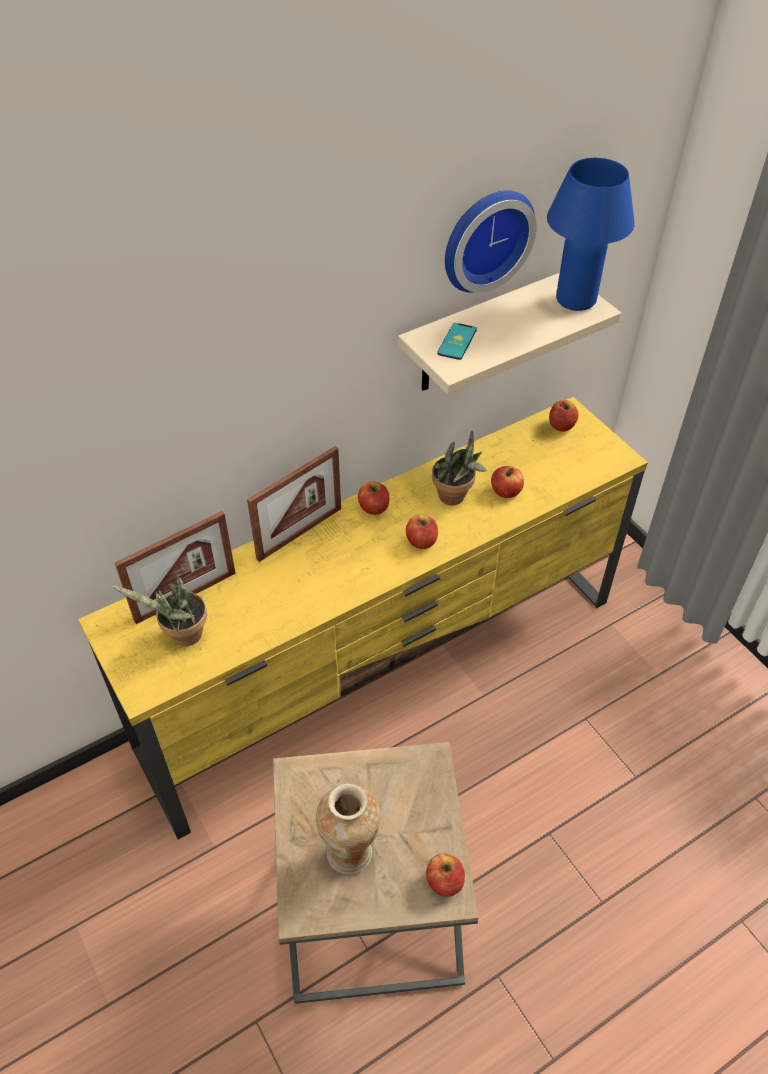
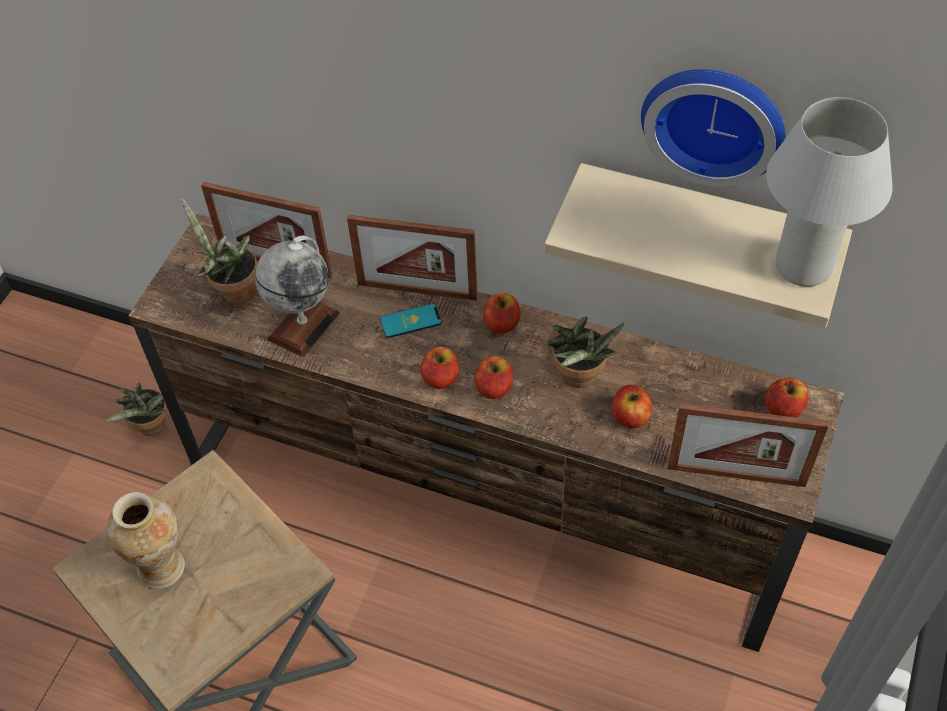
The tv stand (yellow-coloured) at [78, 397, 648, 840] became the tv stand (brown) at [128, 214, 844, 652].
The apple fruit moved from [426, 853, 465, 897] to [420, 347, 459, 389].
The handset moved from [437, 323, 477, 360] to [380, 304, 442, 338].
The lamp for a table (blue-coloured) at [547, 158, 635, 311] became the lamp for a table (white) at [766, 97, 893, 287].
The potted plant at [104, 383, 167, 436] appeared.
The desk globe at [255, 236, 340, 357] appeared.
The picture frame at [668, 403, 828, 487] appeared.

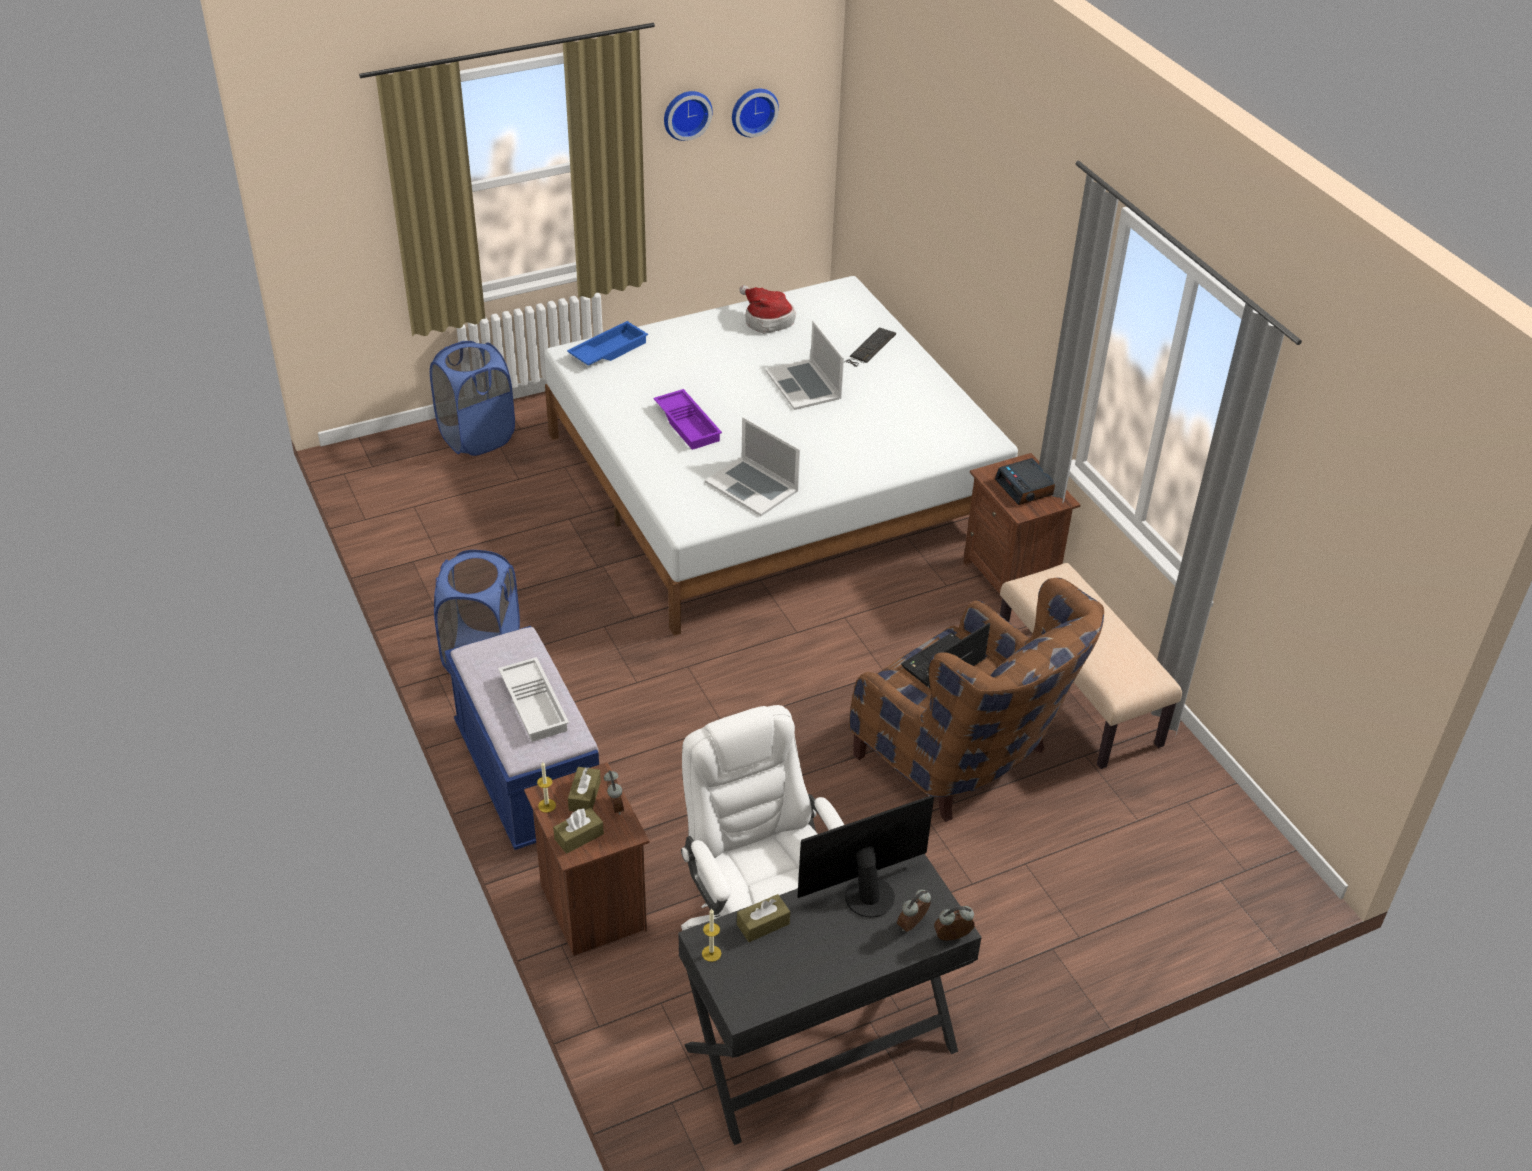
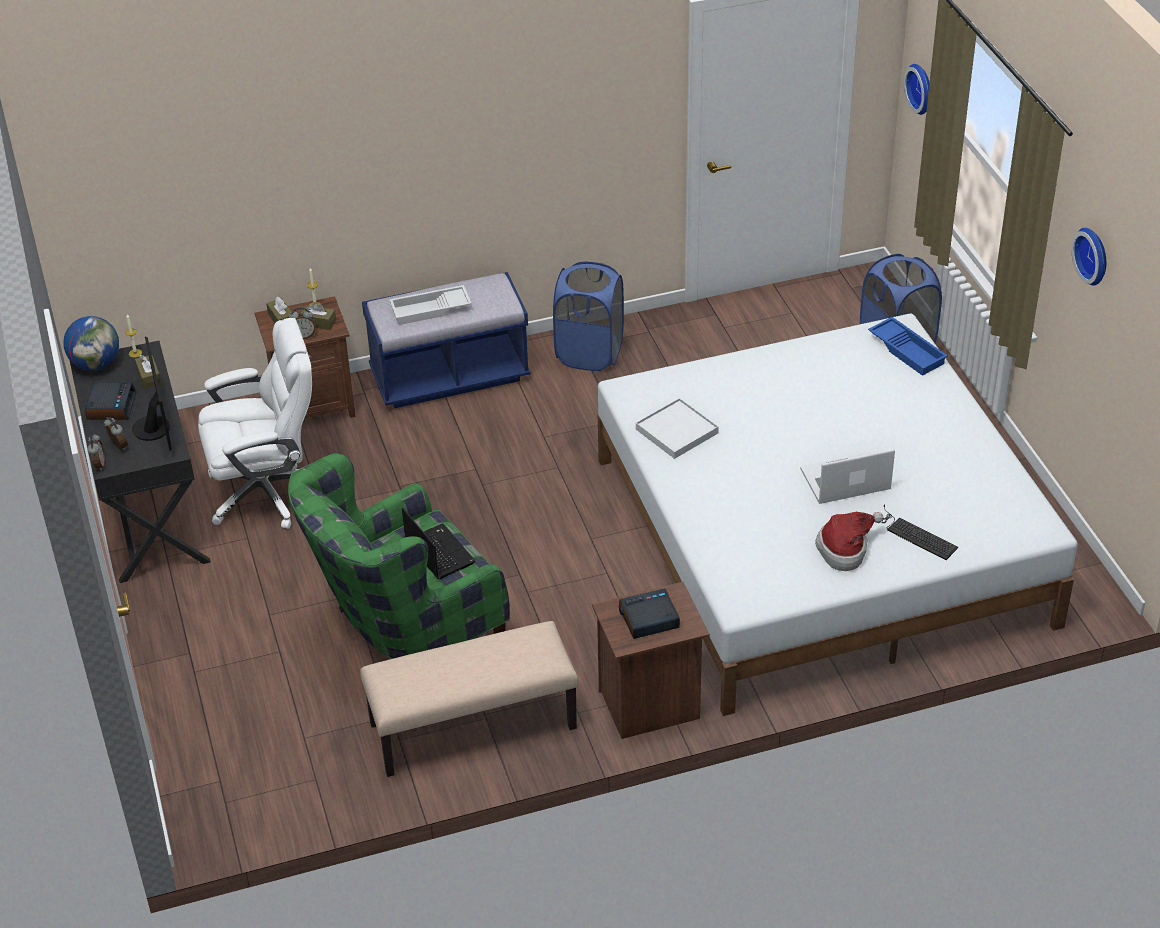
The tray (purple) at [653, 389, 722, 450] disappeared.
The laptop at [705, 417, 800, 516] was replaced by the tray (white) at [636, 398, 719, 459].
The wall clock moved from [732, 89, 779, 137] to [904, 64, 930, 115].
The wearable hat moved from [739, 285, 796, 334] to [815, 512, 884, 571].
The easy chair (brown) at [849, 578, 1104, 822] became the easy chair (greenish) at [288, 453, 510, 659].
The desk globe at [63, 316, 119, 371] appeared.
The table clock at [85, 381, 137, 420] appeared.

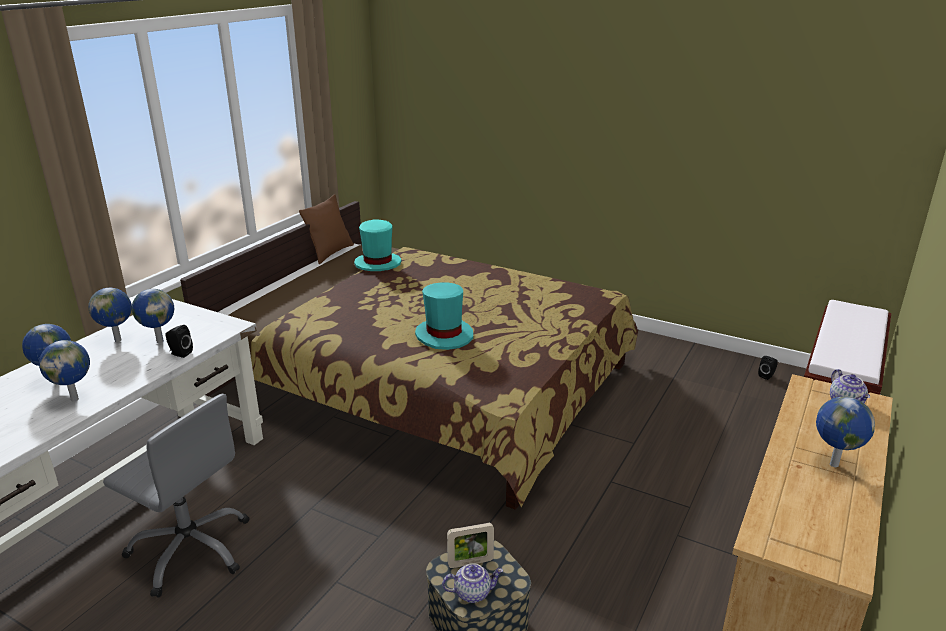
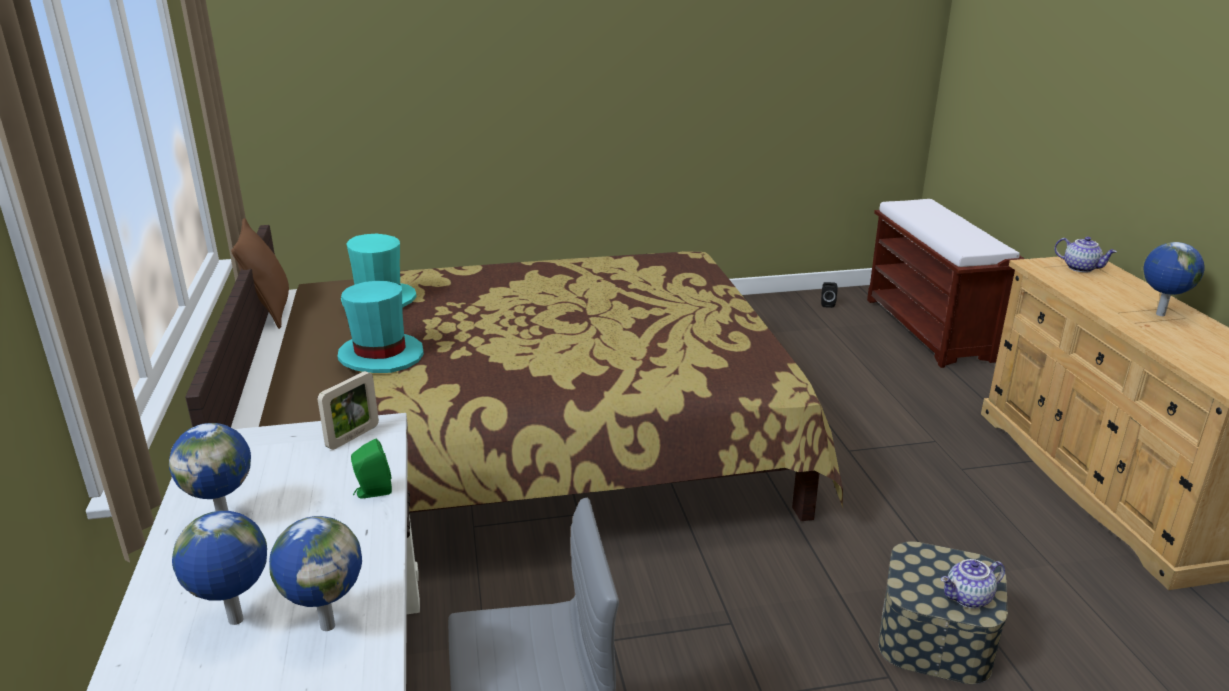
The desk globe at [132, 289, 174, 343] disappeared.
The audio speaker (black) at [165, 325, 193, 358] became the audio speaker (greenish) at [351, 438, 392, 498].
The wearable hat (turquoise-coloured) moved from [415, 282, 474, 350] to [338, 281, 424, 373].
The pot for tea at [442, 563, 503, 603] turned 150 degrees counterclockwise.
The picture frame moved from [447, 523, 494, 568] to [318, 371, 379, 450].

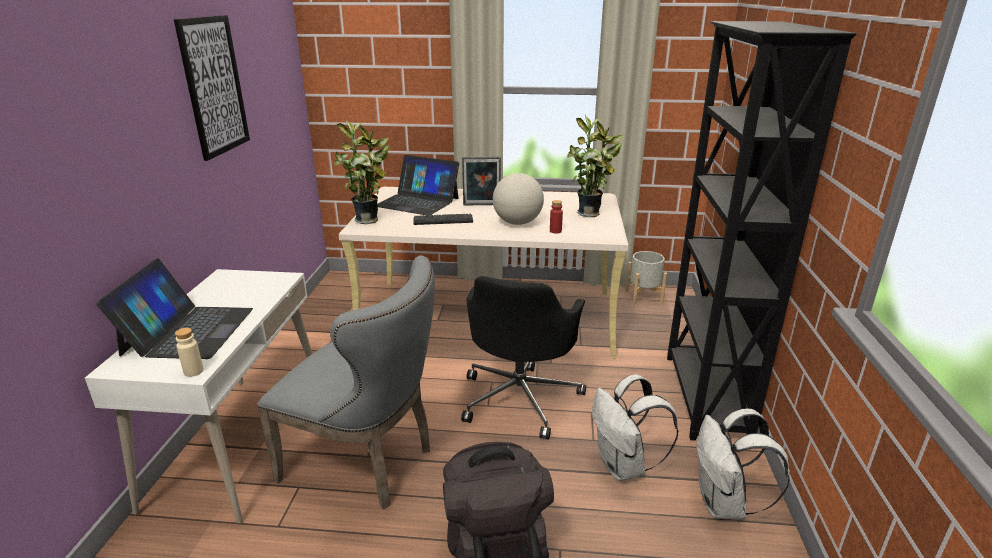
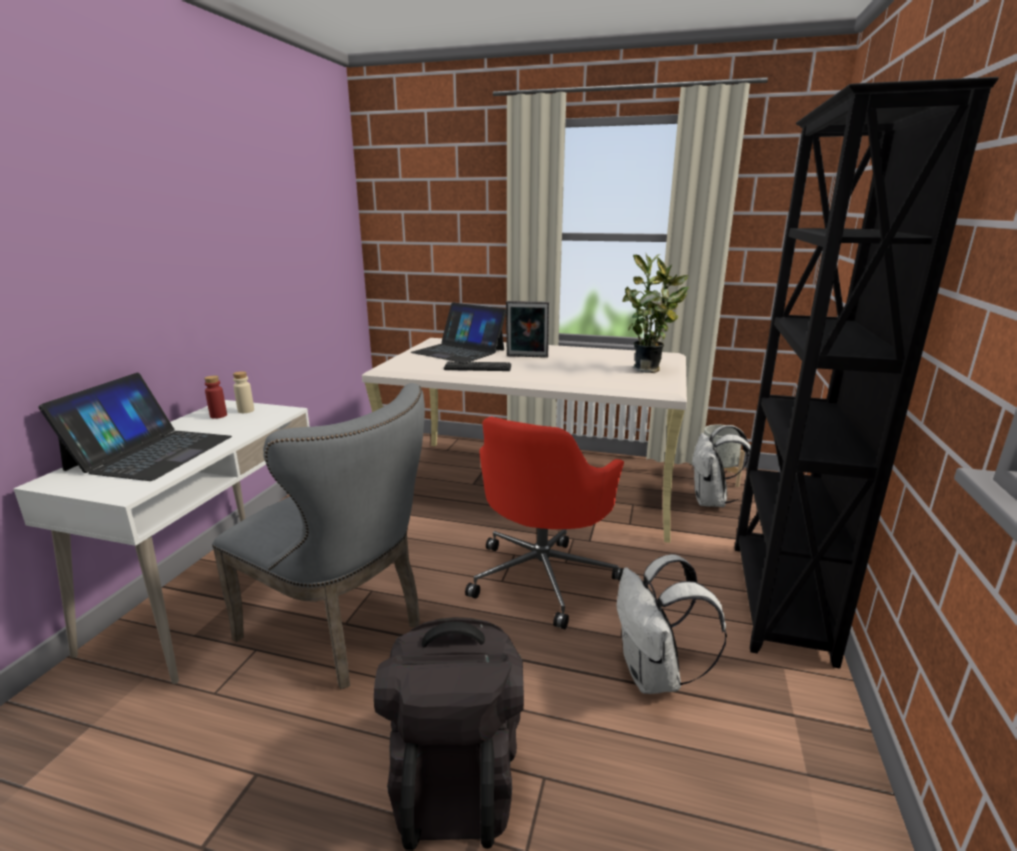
The picture at [174, 15, 250, 161] disappeared.
The beverage bottle (beige-coloured) moved from [175, 328, 204, 377] to [233, 371, 254, 413].
The potted plant at [334, 120, 389, 224] disappeared.
The computer chair (black) at [461, 276, 586, 440] became the computer chair (reddish) at [465, 417, 624, 629].
The desk globe at [493, 173, 544, 225] disappeared.
The beverage bottle (reddish) moved from [550, 200, 563, 234] to [204, 375, 227, 419].
The knapsack (white) moved from [697, 408, 790, 519] to [692, 425, 751, 507].

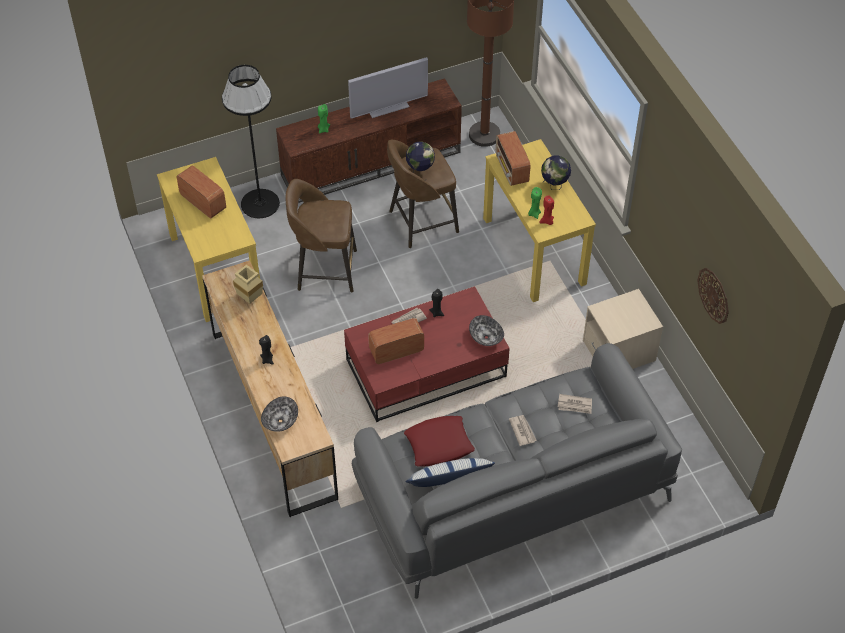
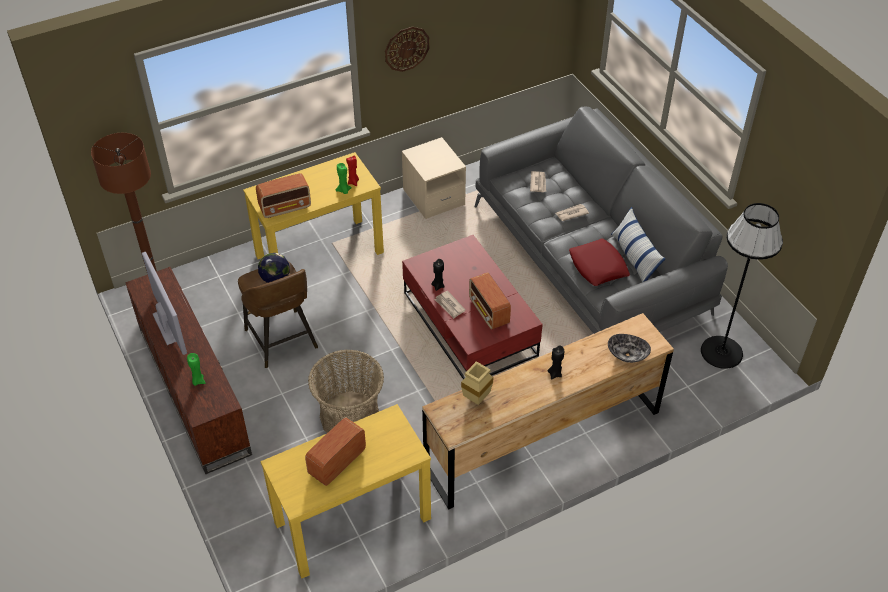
The standing lamp (black) moved from [222, 65, 280, 218] to [701, 203, 783, 369].
The stool seat (brown) at [286, 179, 357, 292] was replaced by the household basket at [308, 350, 384, 433].
The deep dish at [469, 315, 504, 346] disappeared.
The desk globe at [541, 155, 571, 190] disappeared.
The wall clock moved from [697, 268, 729, 324] to [385, 27, 430, 72].

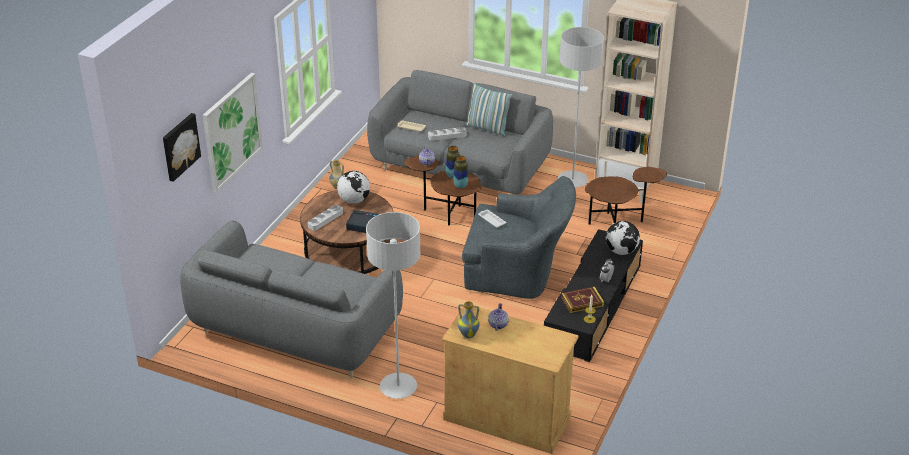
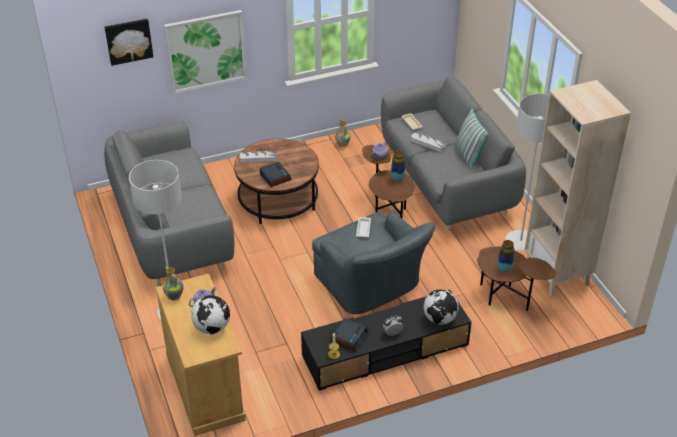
The desk globe moved from [337, 171, 370, 204] to [191, 295, 230, 334].
The flower vase moved from [453, 156, 468, 189] to [497, 240, 514, 273].
The bound book at [561, 286, 604, 313] was replaced by the table clock at [331, 318, 368, 351].

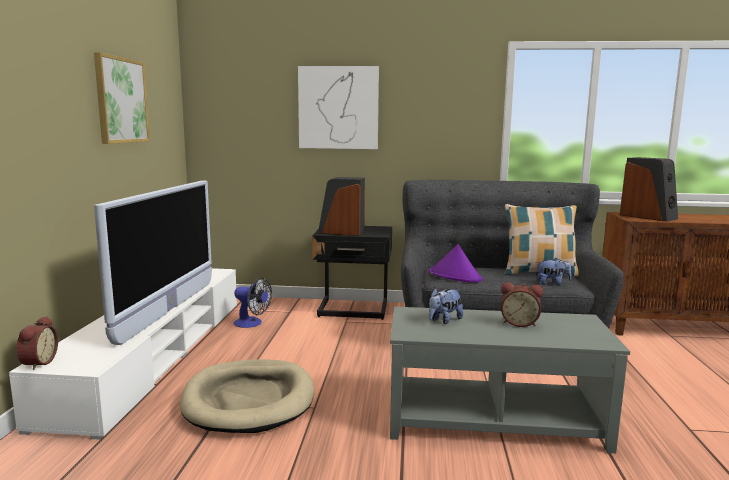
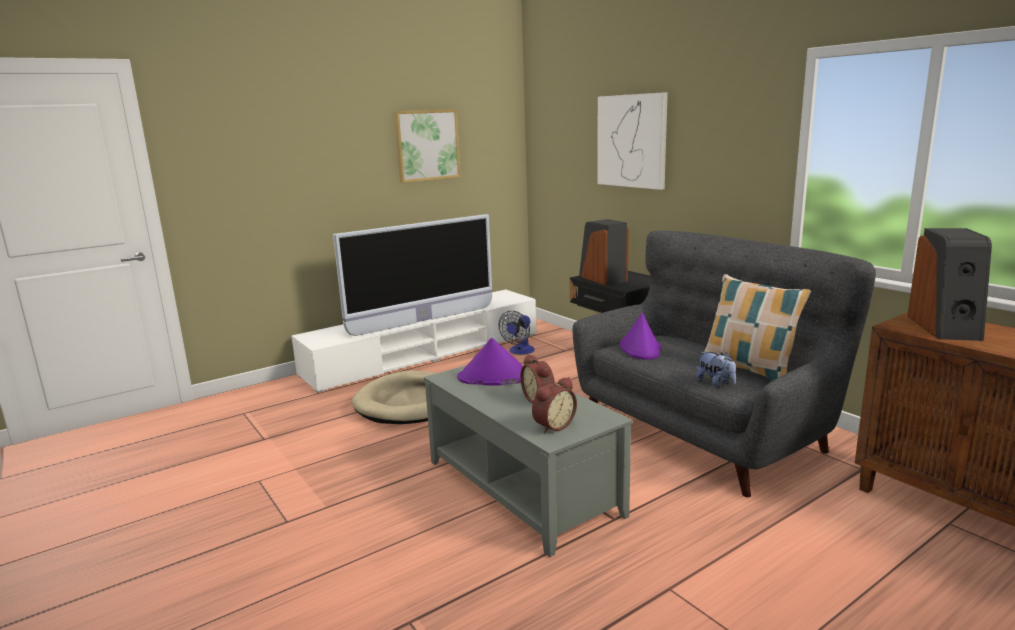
The table clock moved from [16, 316, 58, 370] to [532, 377, 577, 433].
The fan at [234, 278, 272, 328] turned 45 degrees clockwise.
The cuddly toy at [429, 288, 463, 324] was replaced by the wearable hat (purple) at [457, 338, 523, 386].

